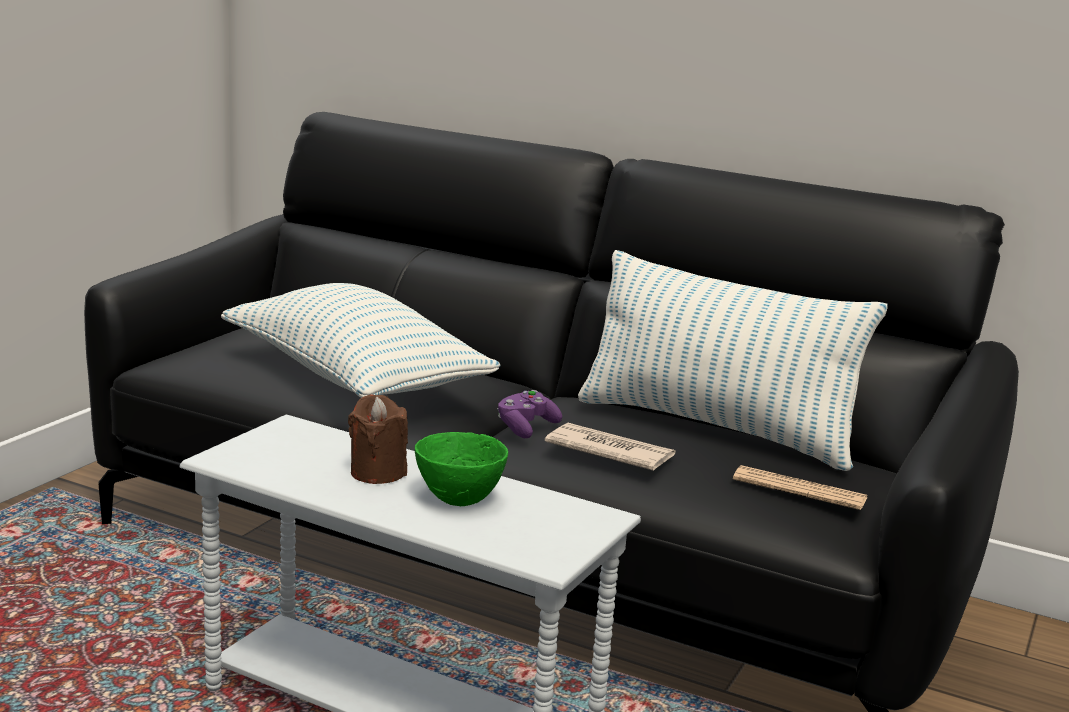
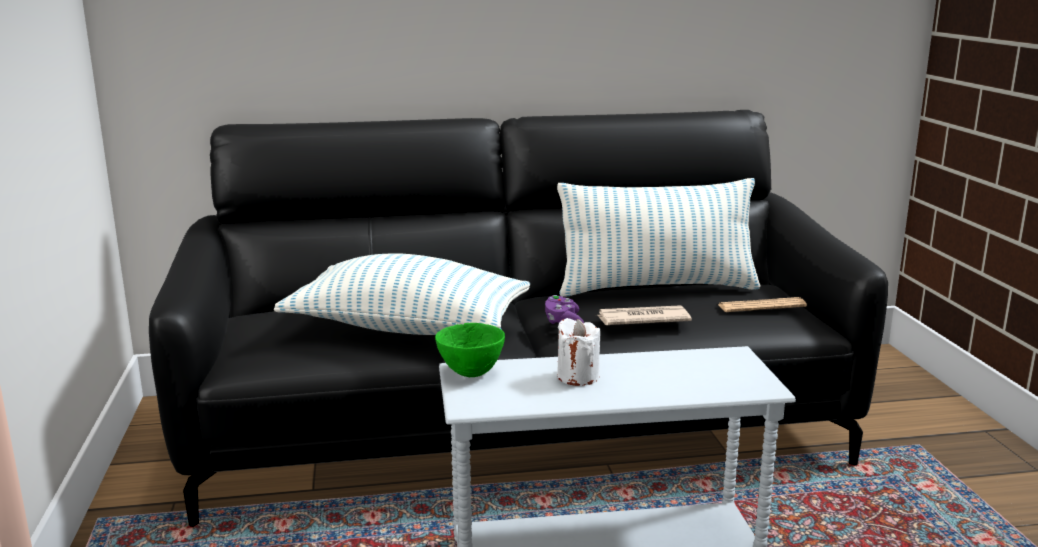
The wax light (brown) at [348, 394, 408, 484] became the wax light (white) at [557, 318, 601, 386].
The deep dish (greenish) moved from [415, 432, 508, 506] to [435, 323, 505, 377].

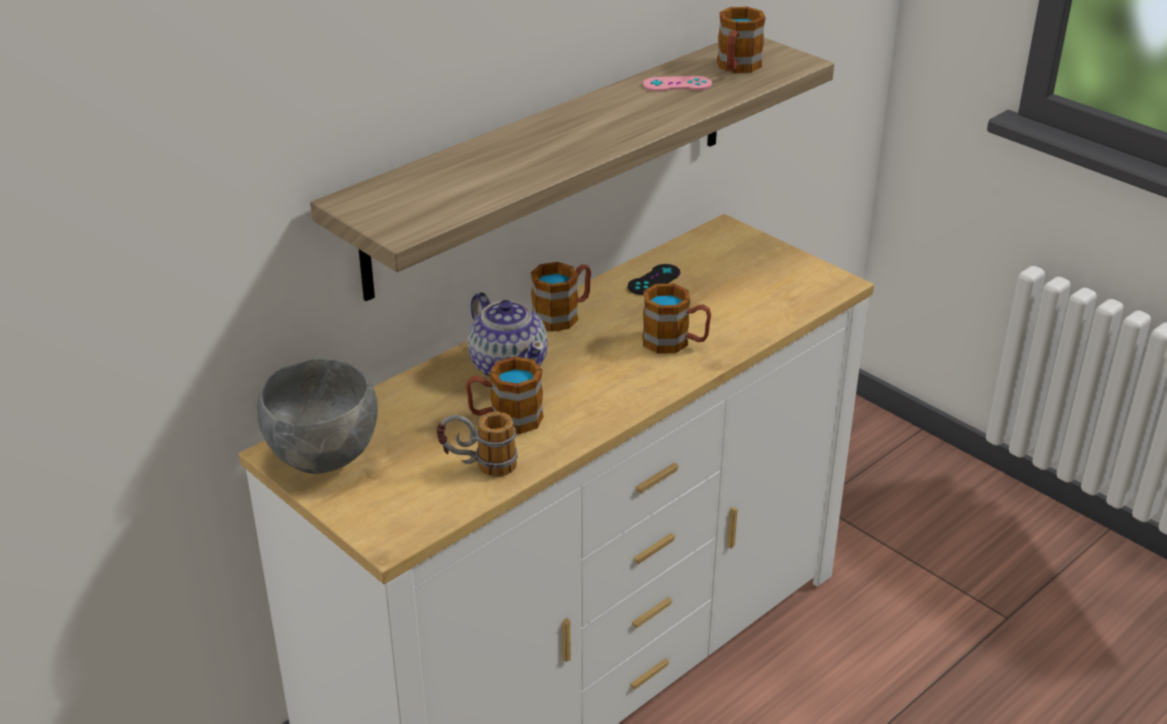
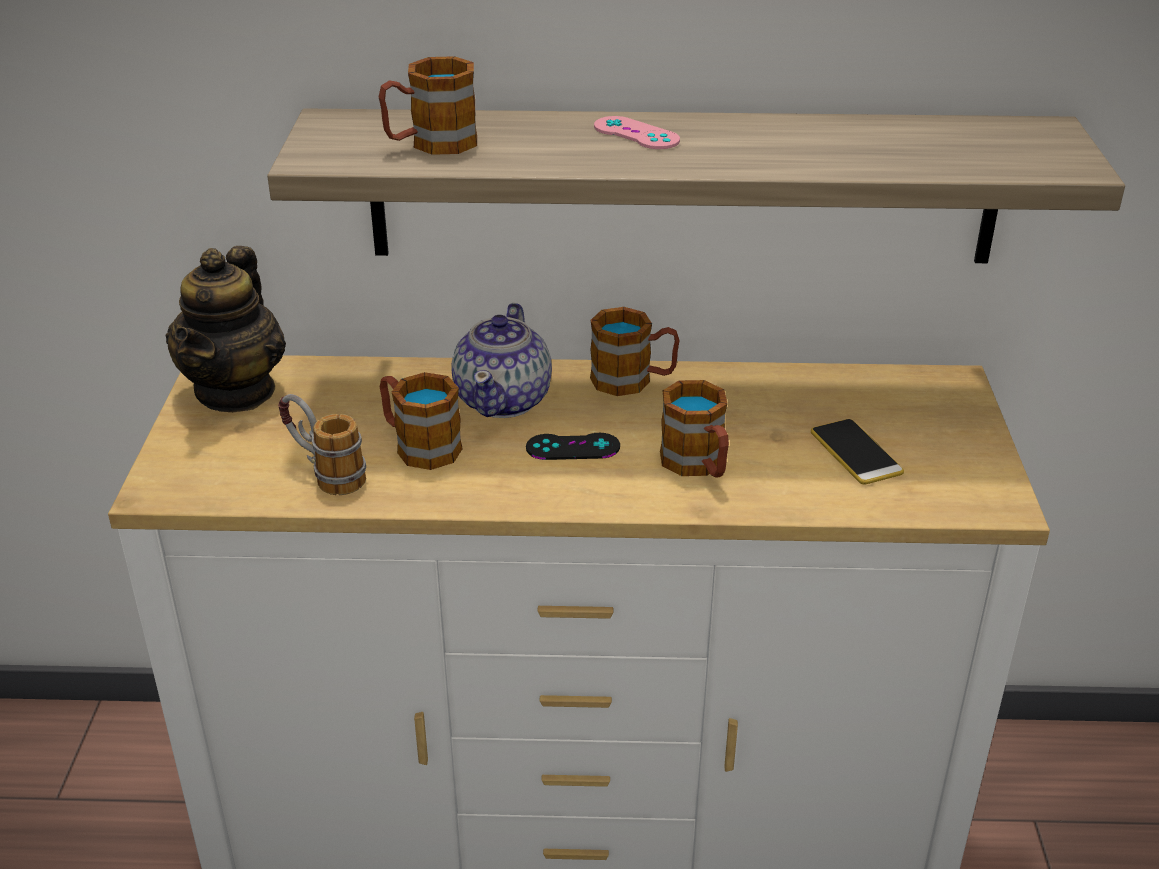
The deep dish (gray) at [257, 358, 378, 474] was replaced by the pot for tea at [166, 246, 286, 412].
The game controller (black) moved from [628, 264, 680, 295] to [526, 433, 620, 460].
The game controller (pink) moved from [643, 76, 712, 91] to [594, 116, 680, 149].
The tea mug moved from [717, 7, 766, 73] to [379, 56, 477, 155].
The handset at [811, 419, 904, 484] appeared.

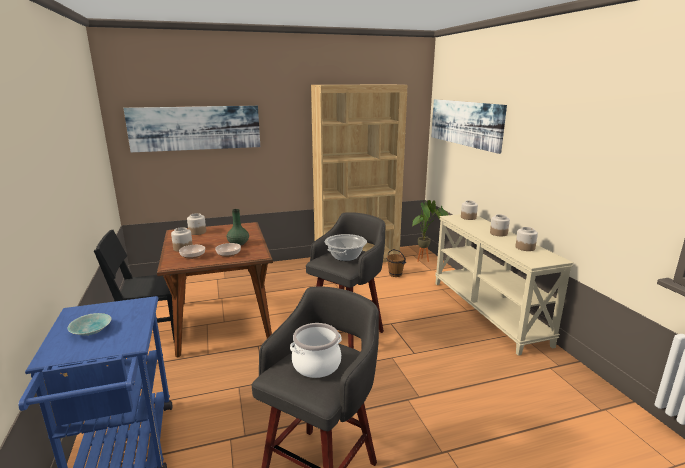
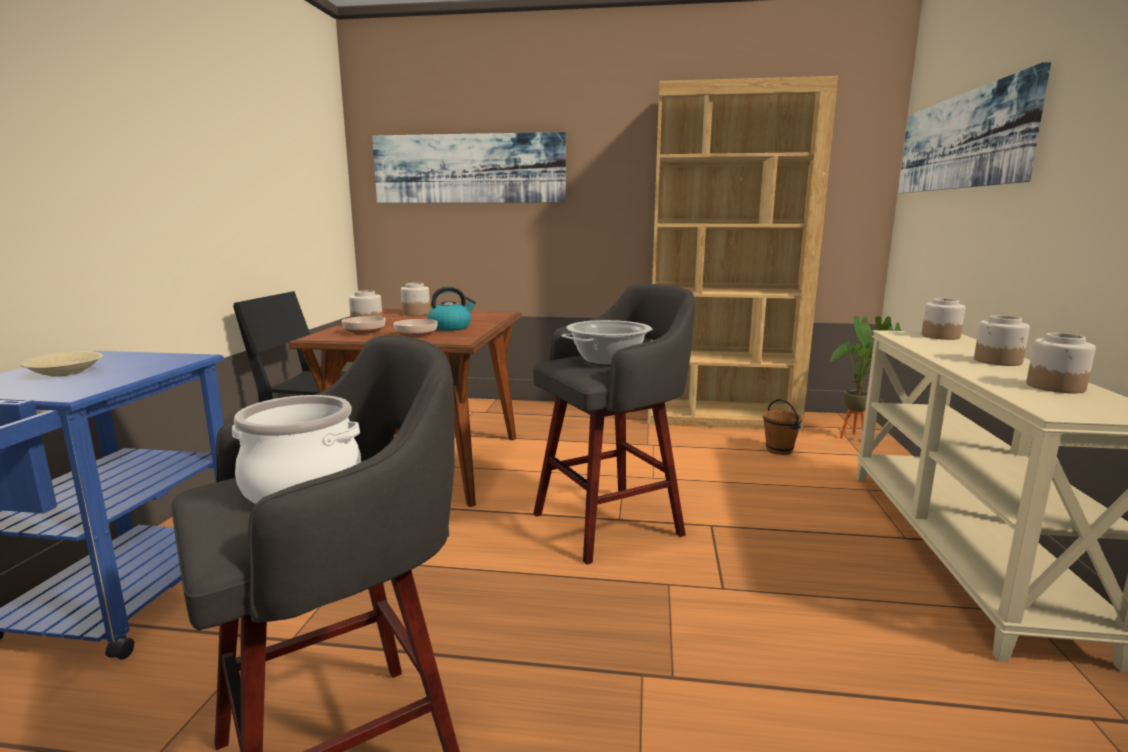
The deep dish (turquoise-coloured) at [67, 313, 111, 336] became the deep dish (beige-coloured) at [20, 351, 103, 377].
The flower vase (greenish) at [227, 209, 249, 246] was replaced by the kettle at [427, 287, 476, 331].

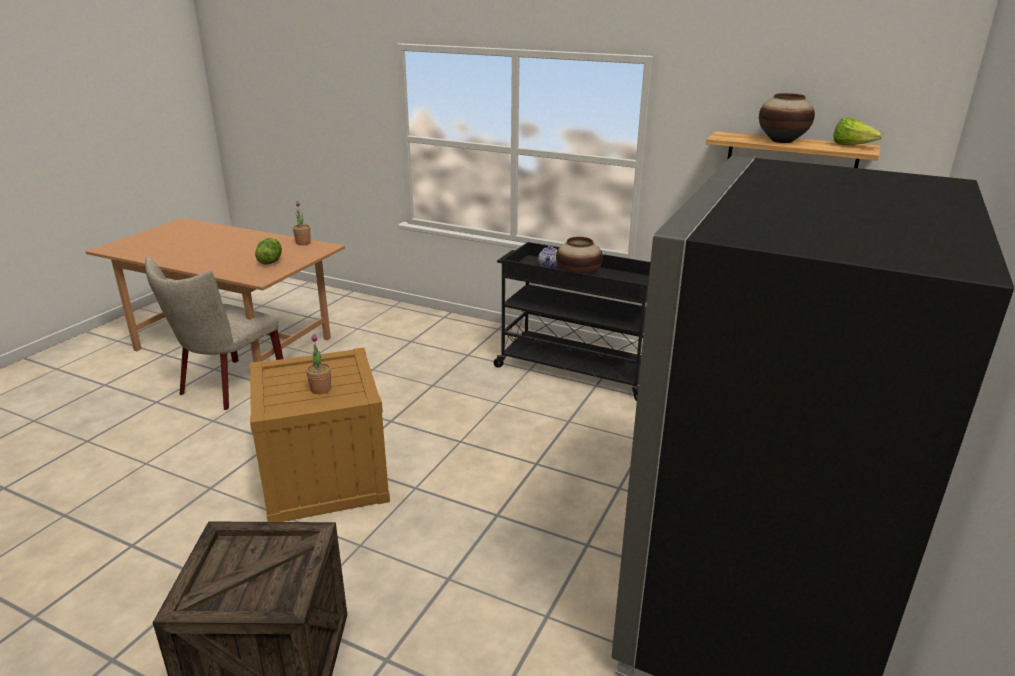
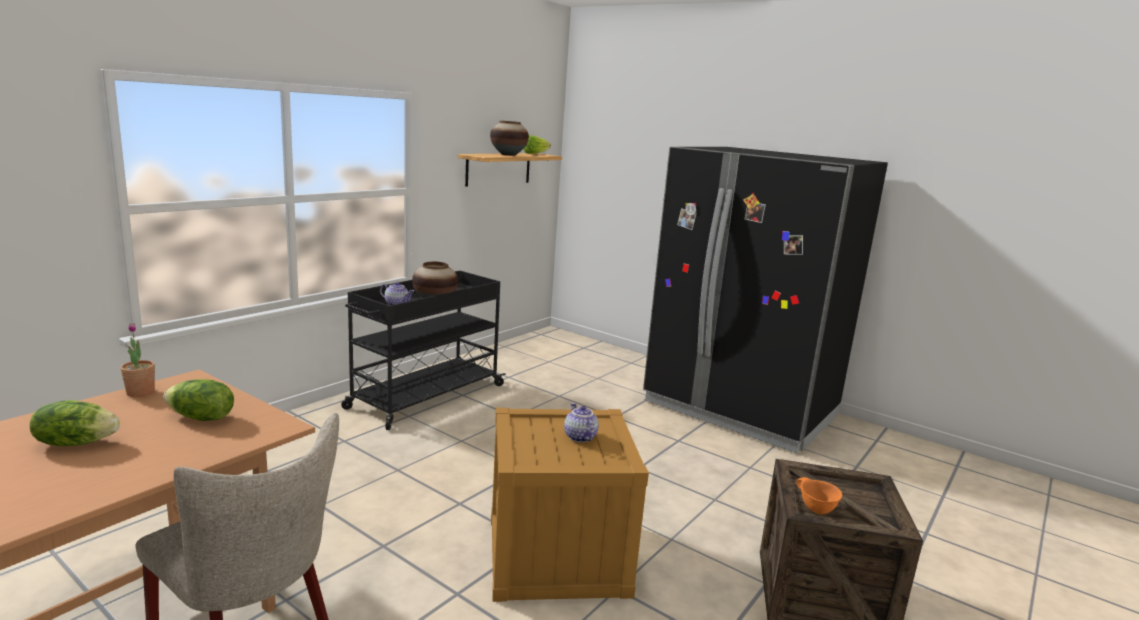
The potted plant at [306, 334, 331, 394] was replaced by the pot for tea at [564, 403, 599, 442].
The lettuce at [30, 400, 120, 446] appeared.
The deep dish (orange-coloured) at [796, 477, 842, 514] appeared.

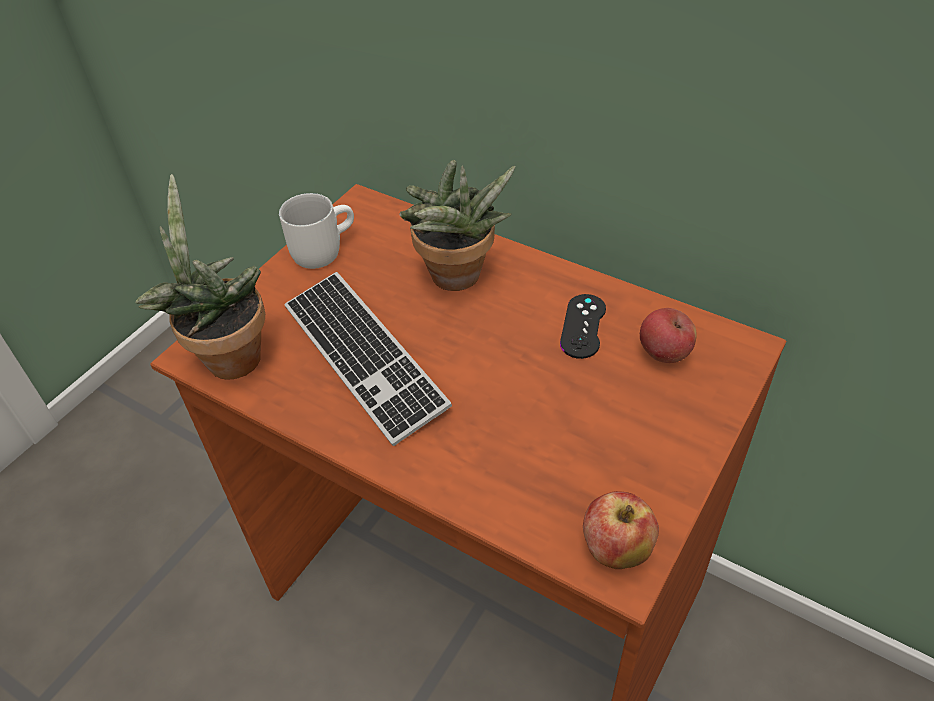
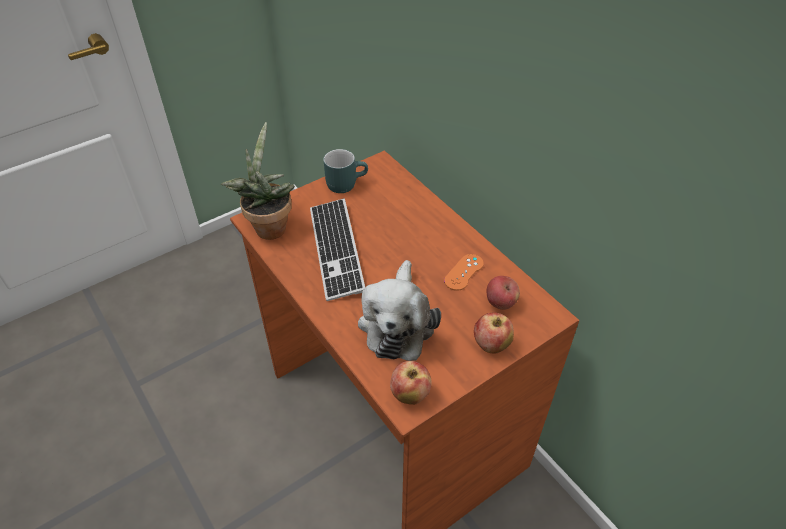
The tea mug (white) at [279, 193, 354, 269] became the tea mug (turquoise-coloured) at [323, 149, 368, 193].
The potted plant at [399, 160, 515, 291] disappeared.
The game controller (black) at [560, 294, 606, 359] became the game controller (orange-coloured) at [444, 254, 484, 291].
The cuddly toy at [358, 260, 441, 361] appeared.
The apple fruit at [474, 312, 514, 353] appeared.

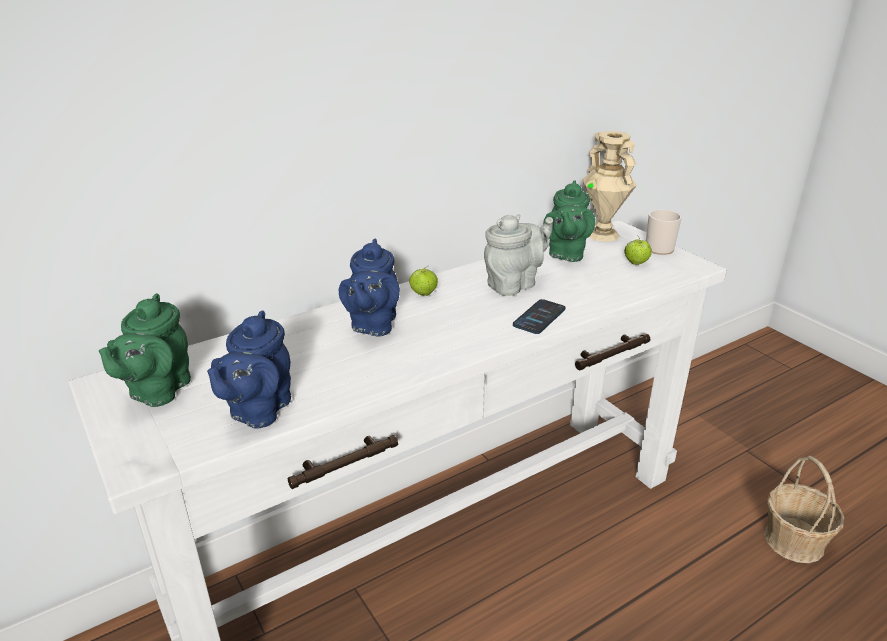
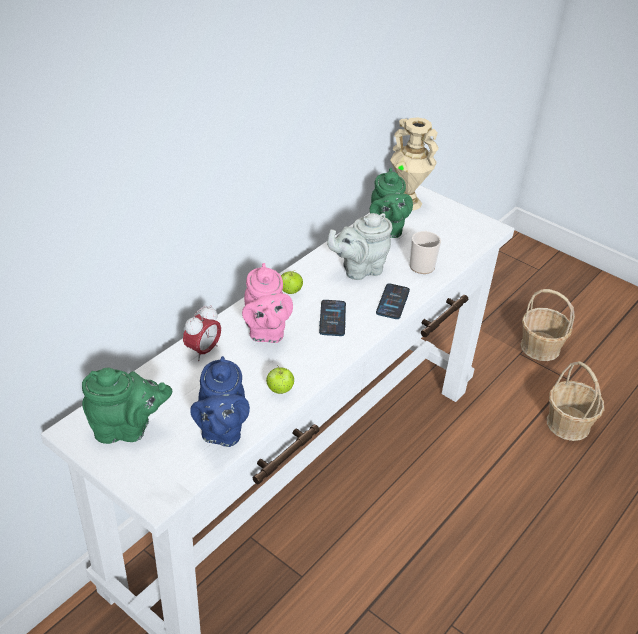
The pot for tea (greenish) at [99, 294, 191, 407] turned 90 degrees counterclockwise.
The pot for tea (blue-coloured) at [339, 239, 400, 337] became the pot for tea (pink) at [242, 263, 293, 343].
The pot for tea (gray) at [484, 214, 553, 296] turned 150 degrees counterclockwise.
The apple fruit moved from [625, 235, 652, 265] to [266, 366, 294, 394].
The tea mug moved from [646, 209, 682, 255] to [409, 231, 441, 274].
The table clock at [183, 305, 221, 361] appeared.
The handset at [319, 300, 346, 336] appeared.
The household basket at [520, 289, 575, 361] appeared.

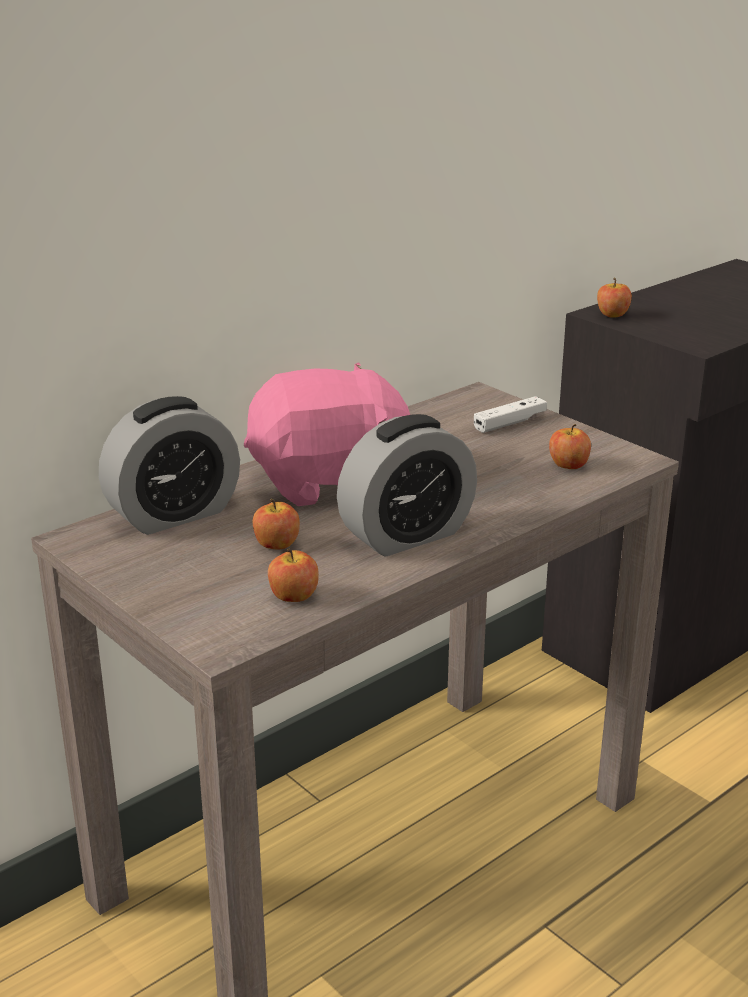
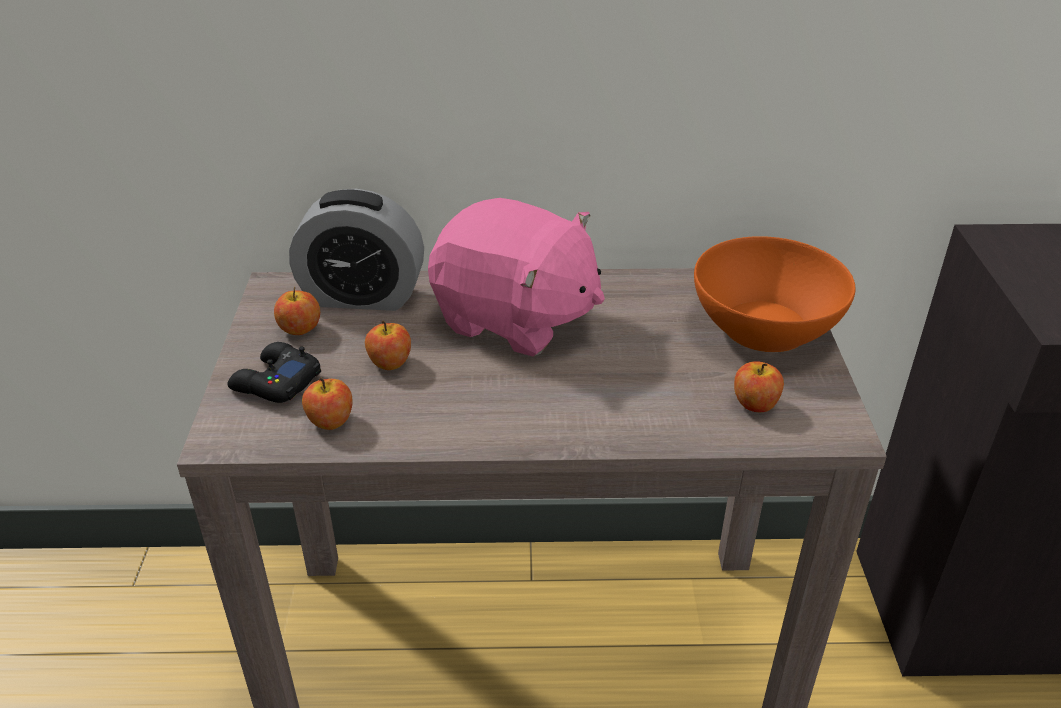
The table clock at [337, 414, 477, 557] disappeared.
The game controller (white) at [474, 396, 547, 433] was replaced by the deep dish (orange-coloured) at [694, 236, 856, 352].
The apple fruit moved from [597, 277, 632, 317] to [274, 287, 320, 335].
The game controller (black) at [227, 342, 321, 403] appeared.

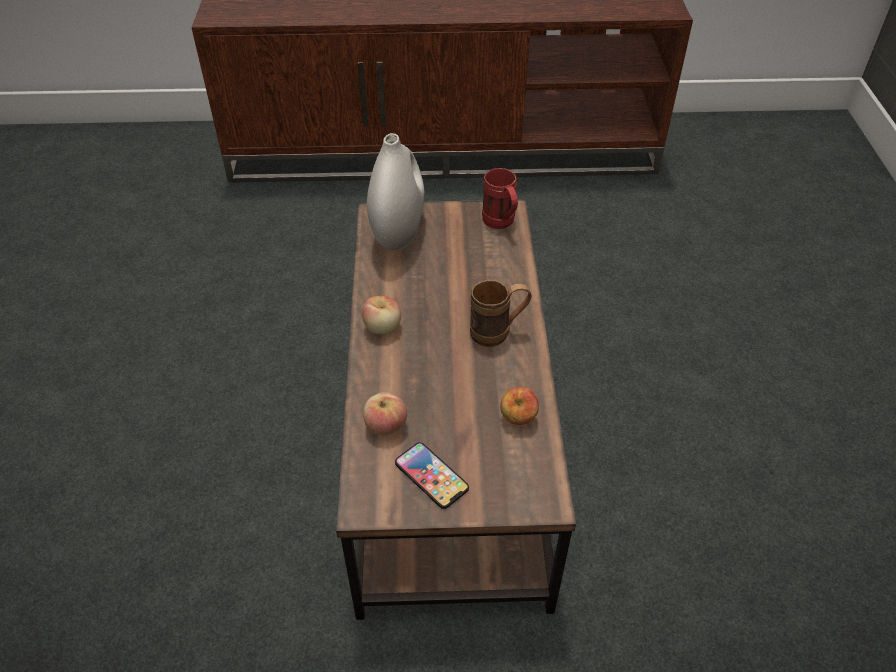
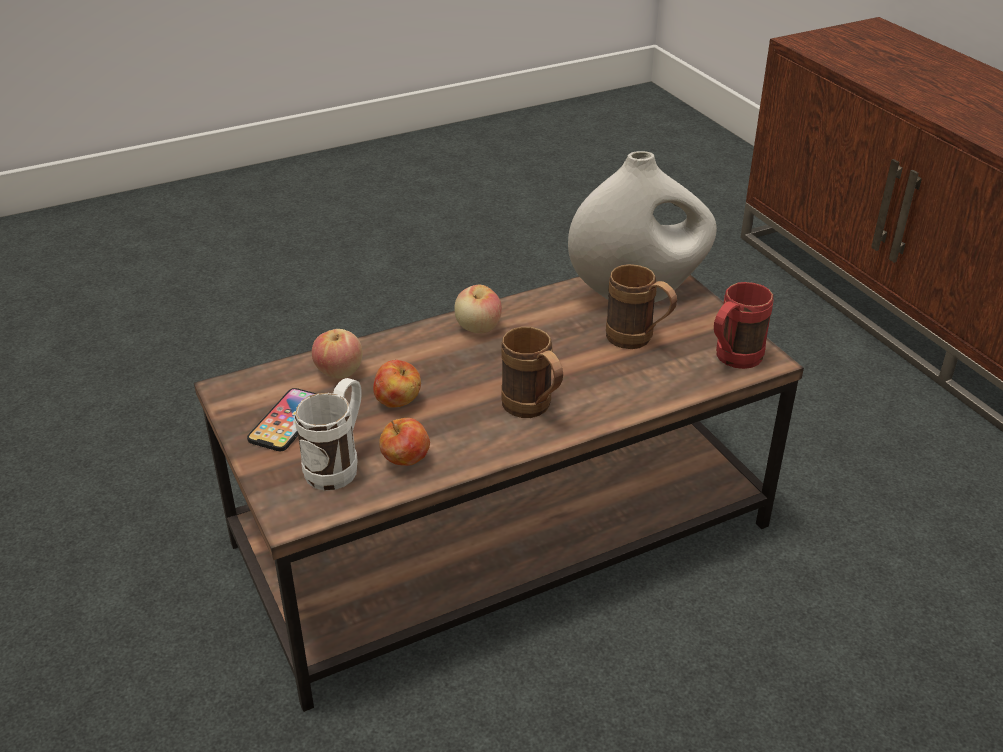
The tea mug (white) at [295, 378, 362, 491] appeared.
The apple fruit at [373, 360, 421, 408] appeared.
The tea mug (brown) at [606, 264, 677, 349] appeared.

